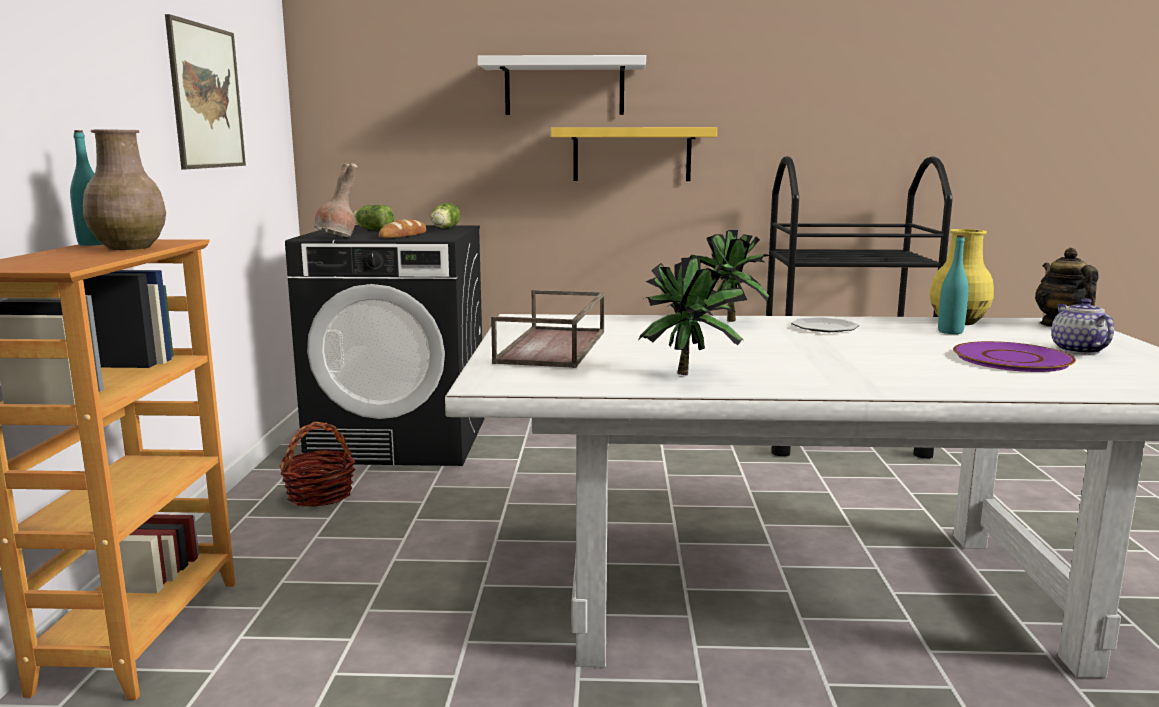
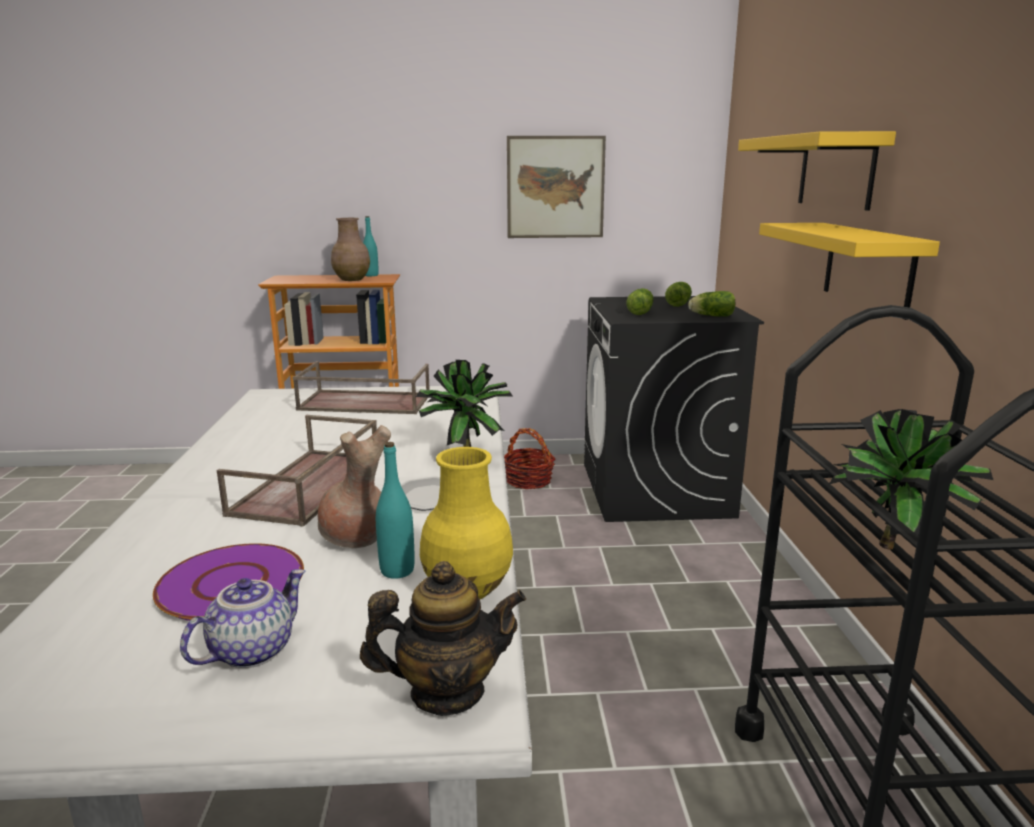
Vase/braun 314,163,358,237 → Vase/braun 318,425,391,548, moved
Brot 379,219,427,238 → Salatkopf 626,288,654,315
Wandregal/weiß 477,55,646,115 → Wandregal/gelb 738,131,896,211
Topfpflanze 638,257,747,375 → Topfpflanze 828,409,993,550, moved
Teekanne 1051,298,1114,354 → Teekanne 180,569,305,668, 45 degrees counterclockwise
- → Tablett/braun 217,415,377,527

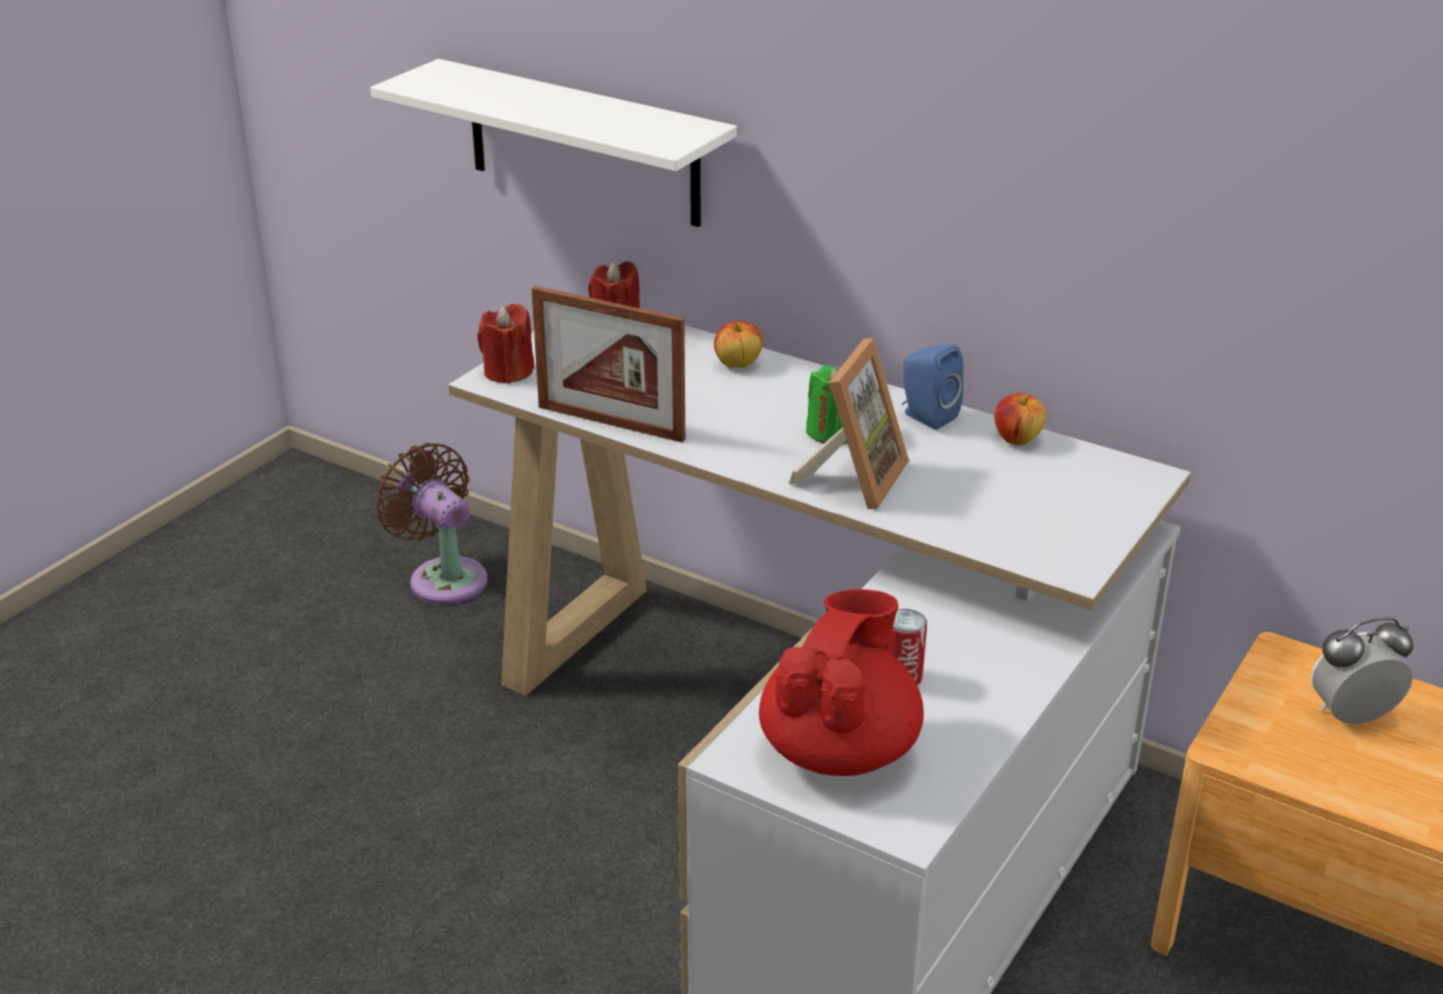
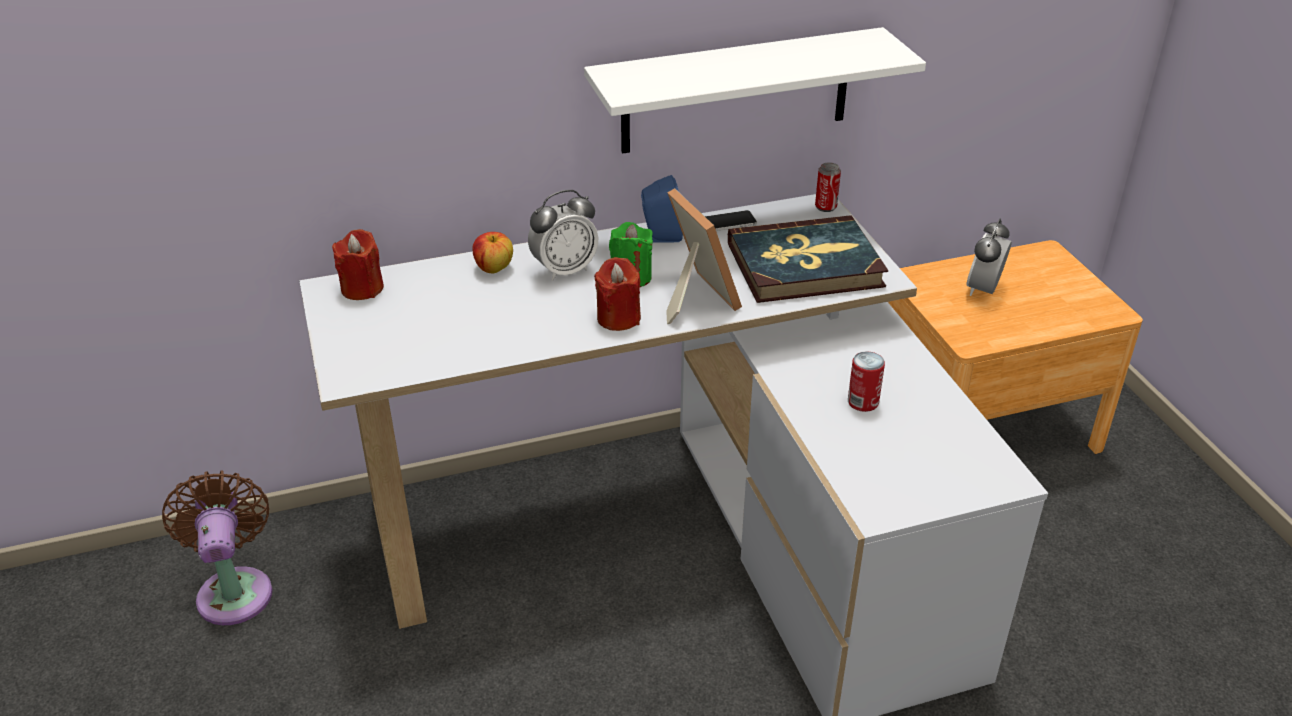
Wandregal/weiß 370,59,737,227 → Wandregal/weiß 584,27,926,154, moved
Ventilator/braun 375,443,488,605 → Ventilator/braun 162,471,273,625, 75 degrees clockwise
Kerze/rot 477,304,534,384 → Kerze/rot 594,257,641,331, moved
Bilderrahmen 532,286,685,442 → -
Teekanne/rot 759,589,924,776 → -
Apfel 995,393,1046,445 → Handy 705,210,757,231
- → Wecker 528,190,599,281
- → Buch 728,215,888,303
- → Dose 815,162,841,212

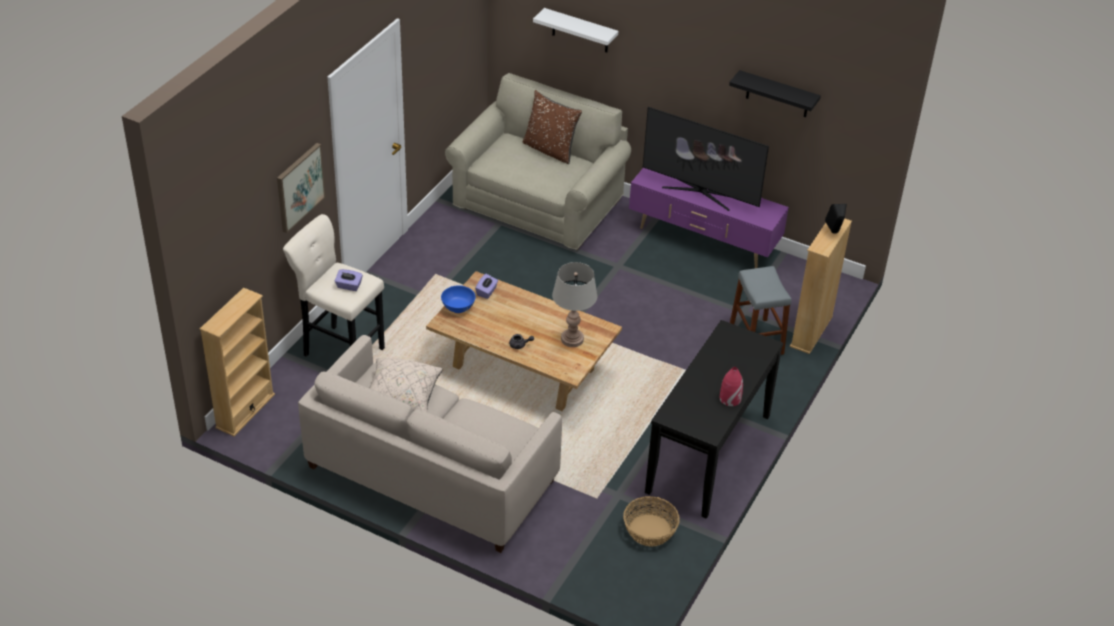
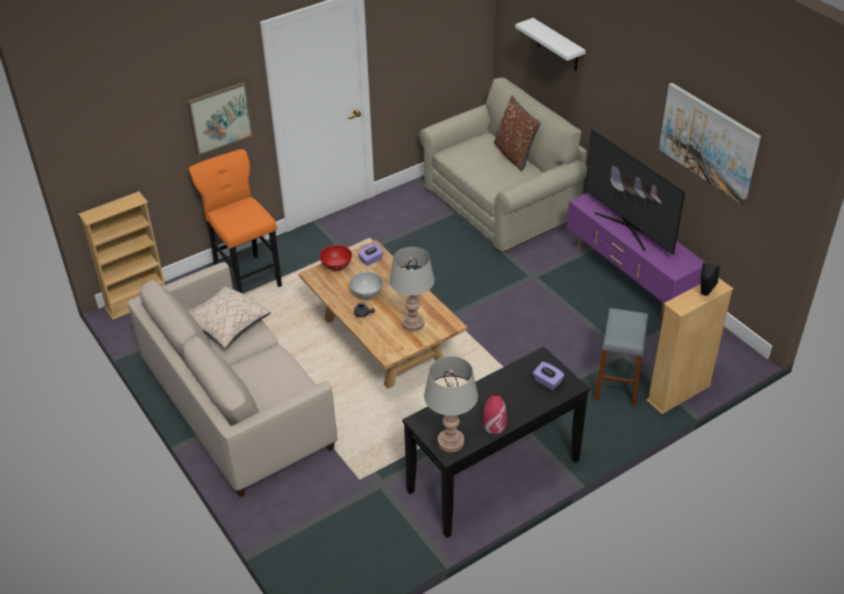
Hocker/beige 283,214,385,357 → Hocker/orange 189,149,282,294
Taschentuchbox/lila 335,269,363,291 → Taschentuchbox/lila 533,361,564,390, moved
Schüssel/blau 441,285,475,313 → Schüssel/rot 319,245,352,271
Korb 623,496,680,547 → -
Wandregal/schwarz 729,70,821,117 → Bild 659,83,761,205
- → Schüssel/weiß 349,272,383,299
- → Tischlampe/grau 424,356,478,452

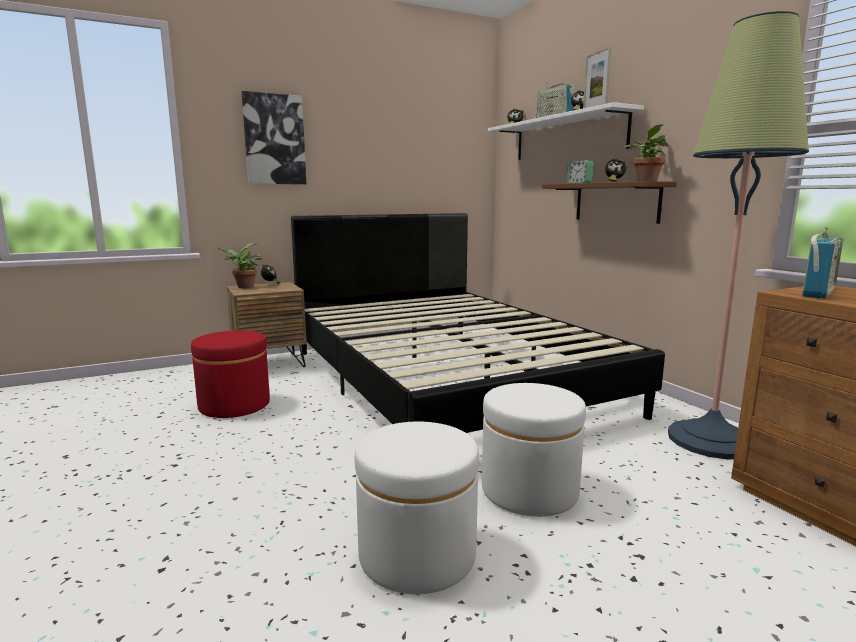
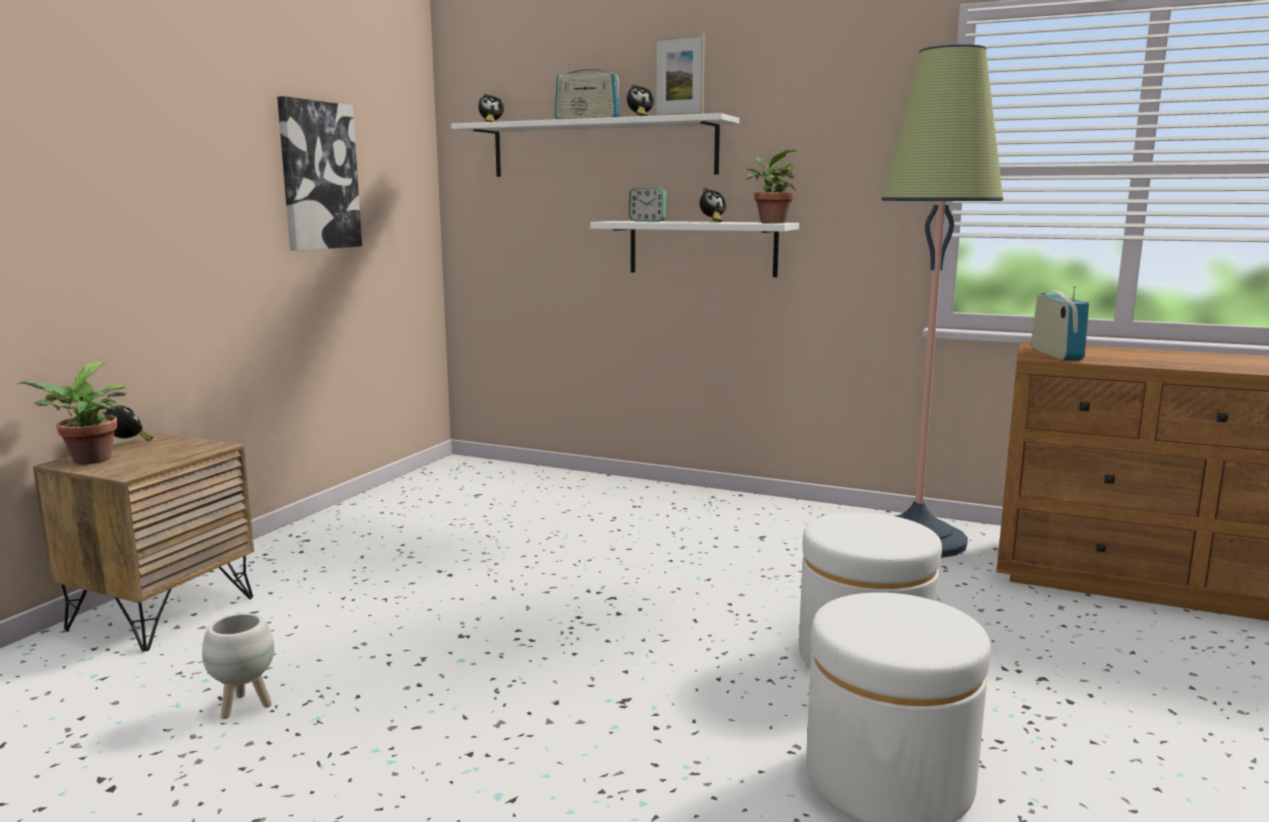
Polsterhocker/rot 191,330,270,418 → Pflanzkübel/weiß 202,613,274,719
Bild 242,91,306,184 → Bild 277,96,362,251, moved
Bett/schwarz 291,213,665,433 → -
Wandregal/braun 542,181,677,224 → Wandregal/weiß 590,221,799,277

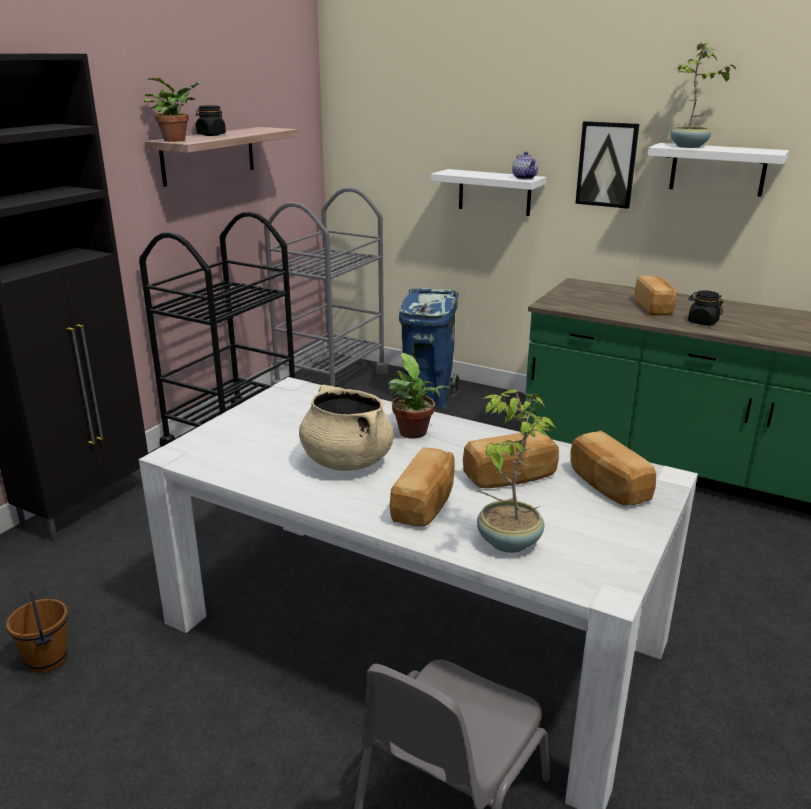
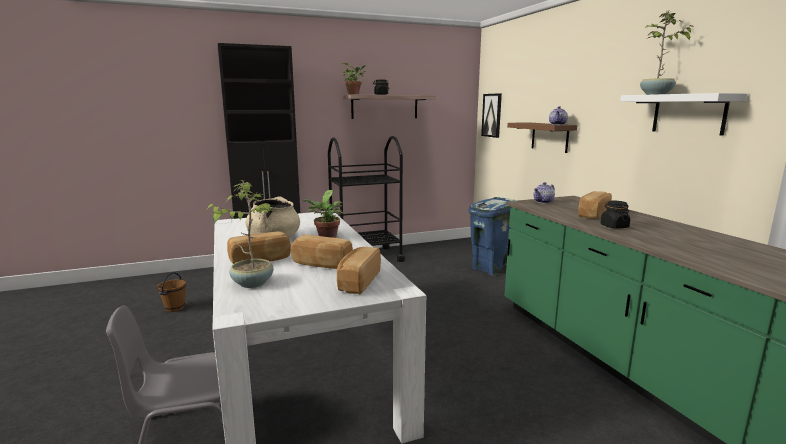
Rollwagen/grau 264,187,388,387 → -
Wandregal/weiß 431,169,546,216 → Wandregal/braun 507,122,577,153
Bild 575,121,640,209 → Bild 481,93,502,138, moved
- → Teekanne 533,182,555,204

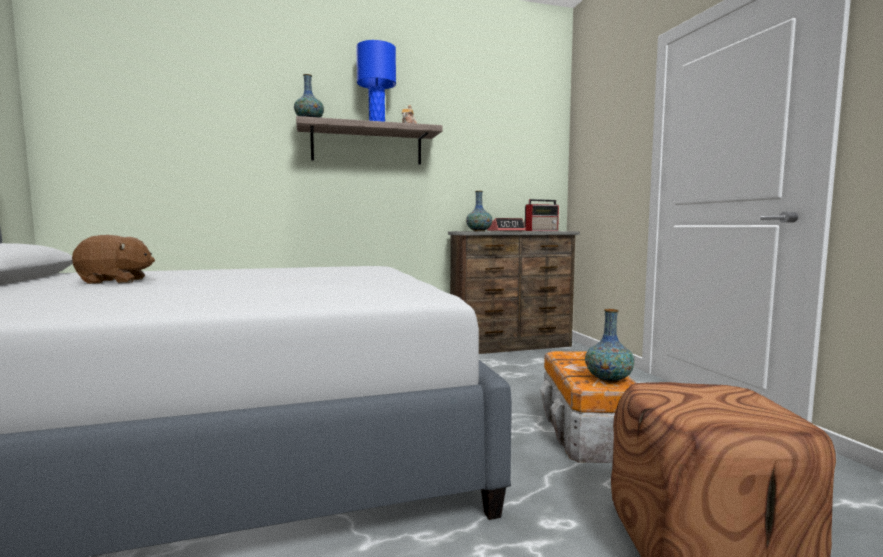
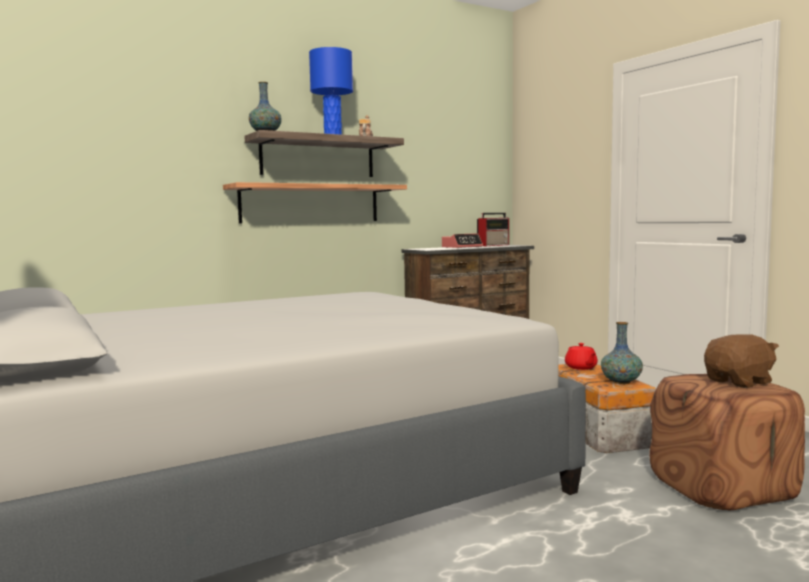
Plüschtier/braun 72,235,155,284 → Plüschtier/braun 704,334,779,388, moved
Vase 466,191,492,231 → -
- → Wandregal 223,182,407,223
- → Teekanne/rot 565,343,598,370

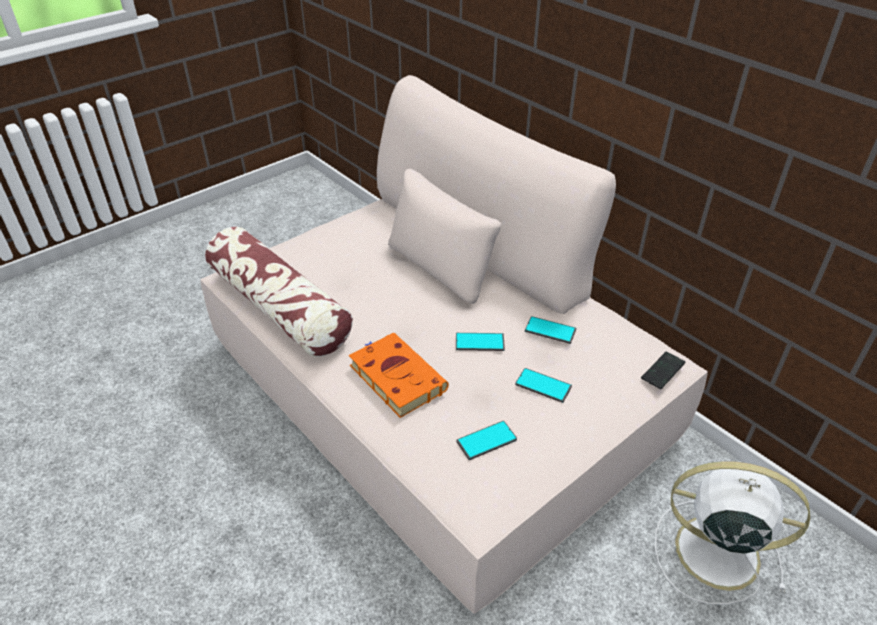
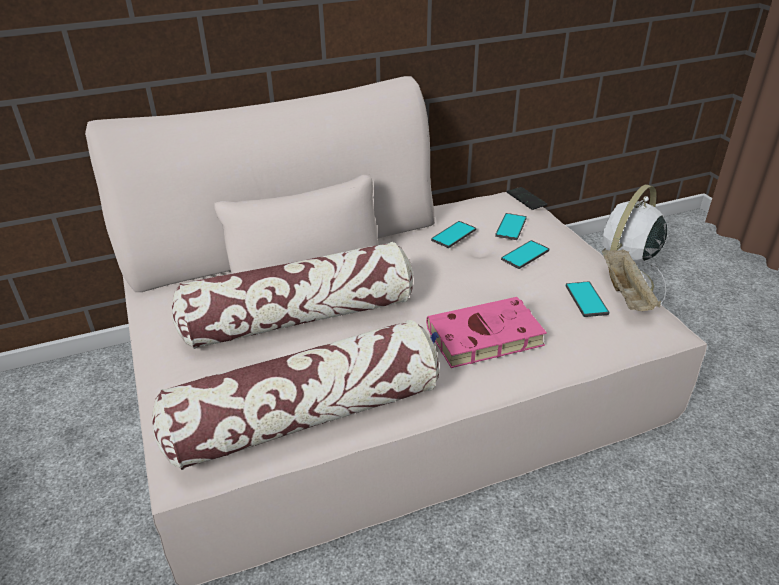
Buch/orange 349,333,449,418 → Buch/rosa 426,297,547,368
Handy 456,333,505,351 → Handy 495,213,527,240, moved
- → Kissen 172,242,413,349
- → Tablett/beige 602,248,661,311

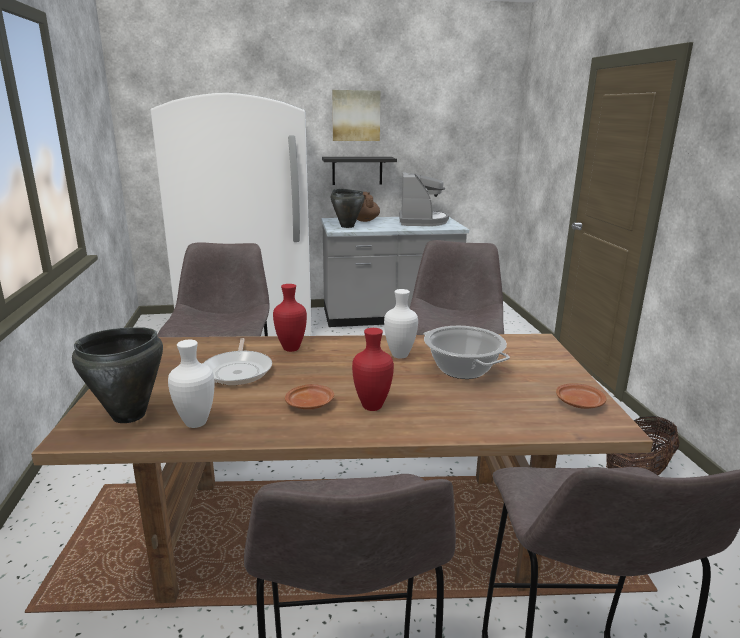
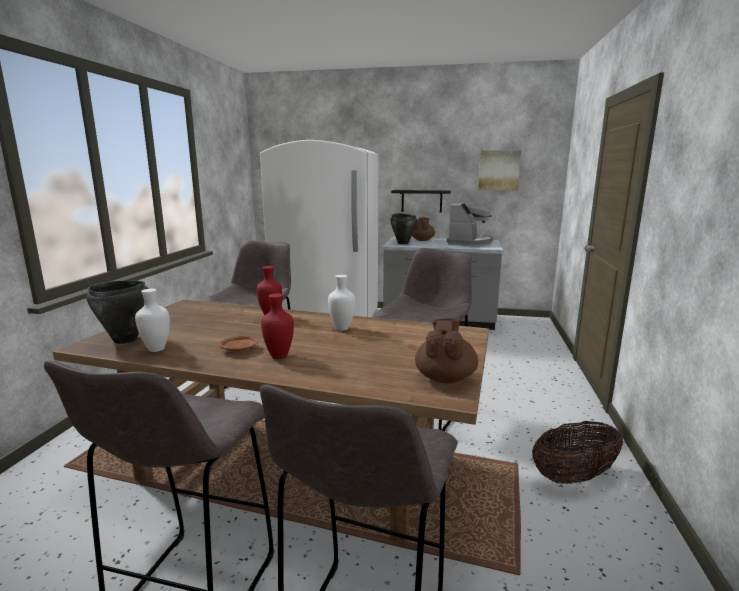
Pfanne 203,338,272,385 → -
Bild 332,90,381,141 → Bild 478,150,521,191, moved
Kochtopf 424,326,510,379 → -
Teller/braun 556,383,606,409 → Teekanne/braun 415,318,478,383

